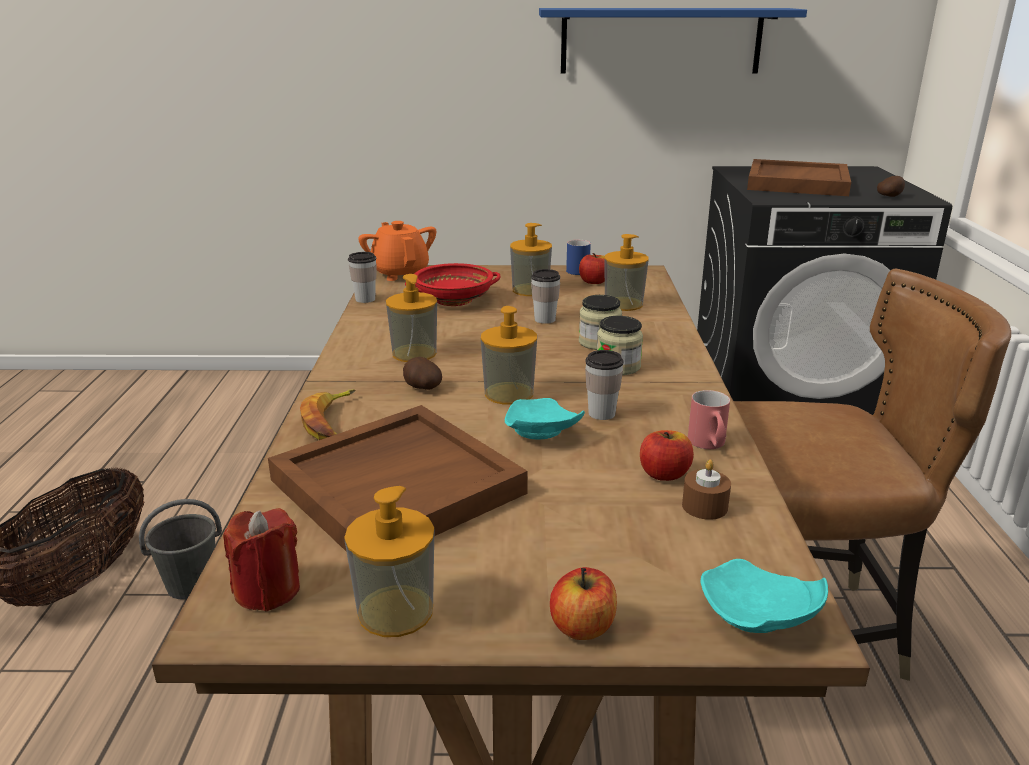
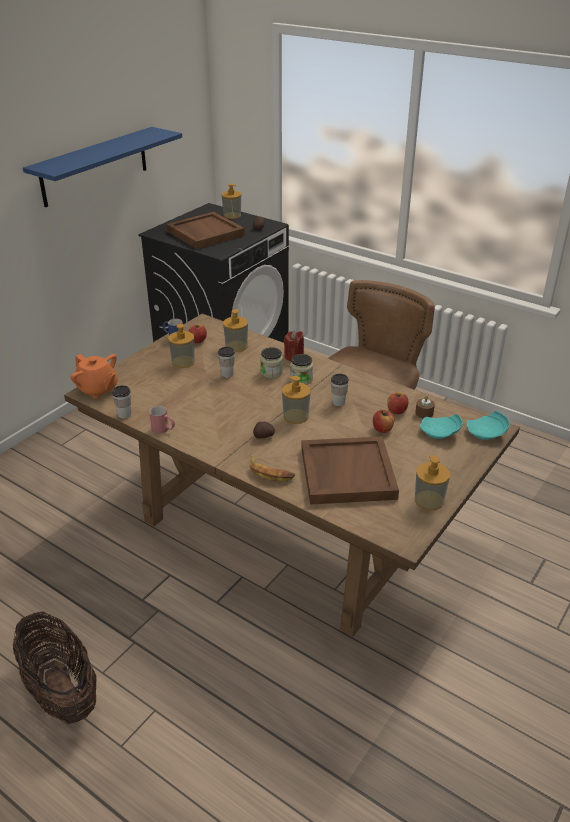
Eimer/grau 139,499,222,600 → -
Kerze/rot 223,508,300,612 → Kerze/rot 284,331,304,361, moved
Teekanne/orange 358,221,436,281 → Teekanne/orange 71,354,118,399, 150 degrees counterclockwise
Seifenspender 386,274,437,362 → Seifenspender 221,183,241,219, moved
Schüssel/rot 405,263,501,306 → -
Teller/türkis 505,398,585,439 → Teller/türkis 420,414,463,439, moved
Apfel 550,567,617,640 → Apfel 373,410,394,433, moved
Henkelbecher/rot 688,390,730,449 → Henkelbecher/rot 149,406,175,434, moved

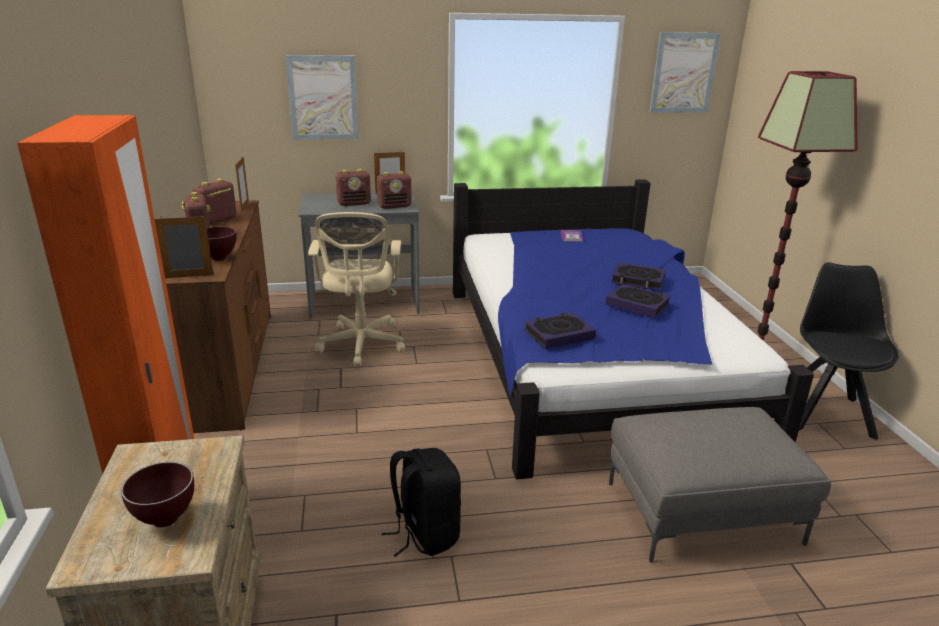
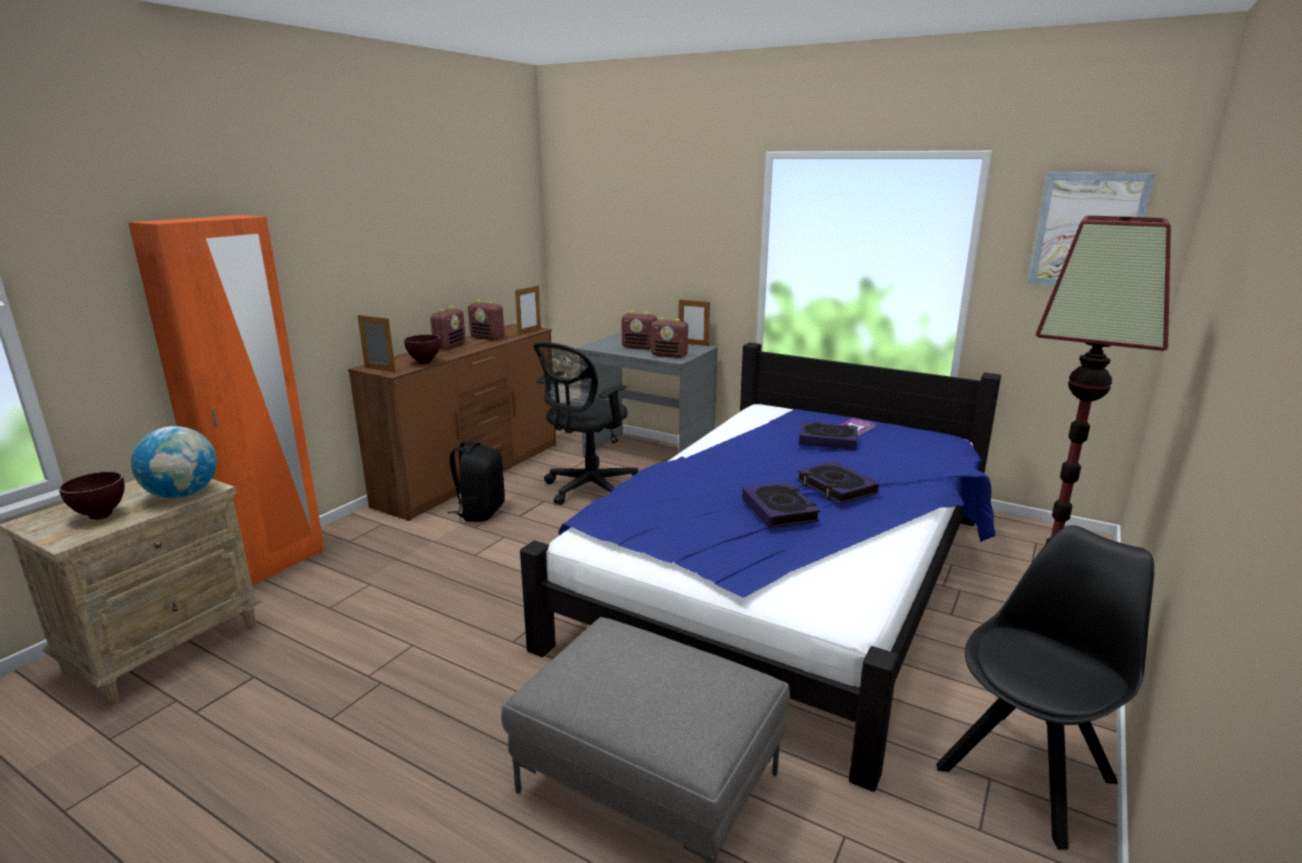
Radio 193,179,237,224 → Radio 468,300,504,340, 135 degrees counterclockwise
Bild 285,55,359,140 → -
Bürostuhl/beige 308,212,405,366 → Bürostuhl/schwarz 533,342,638,505
Rucksack/schwarz 382,448,461,557 → Rucksack/schwarz 448,440,505,522, moved
Buch 524,313,596,349 → Buch 799,422,858,450, moved
- → Globus 131,426,217,498

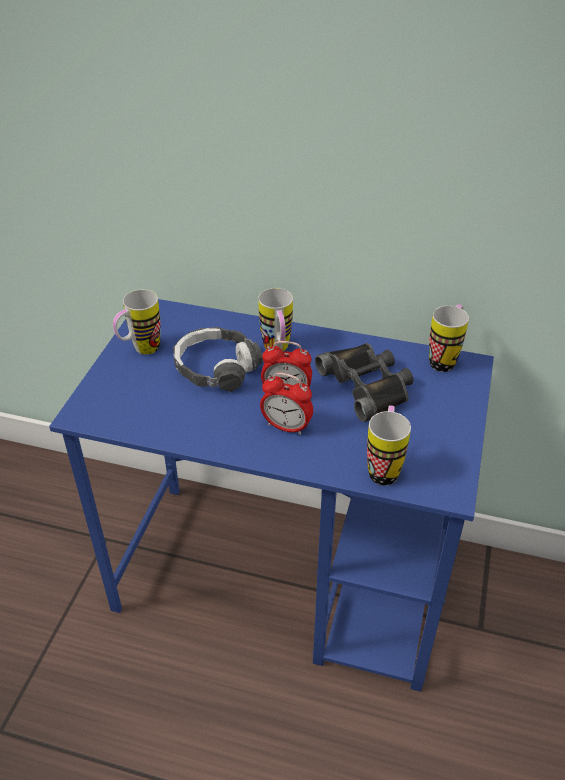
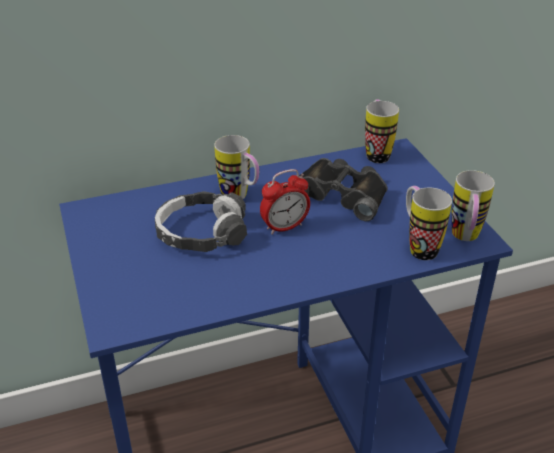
Henkelbecher 113,290,161,355 → Henkelbecher 451,170,495,241, moved
Wecker 260,372,313,435 → -

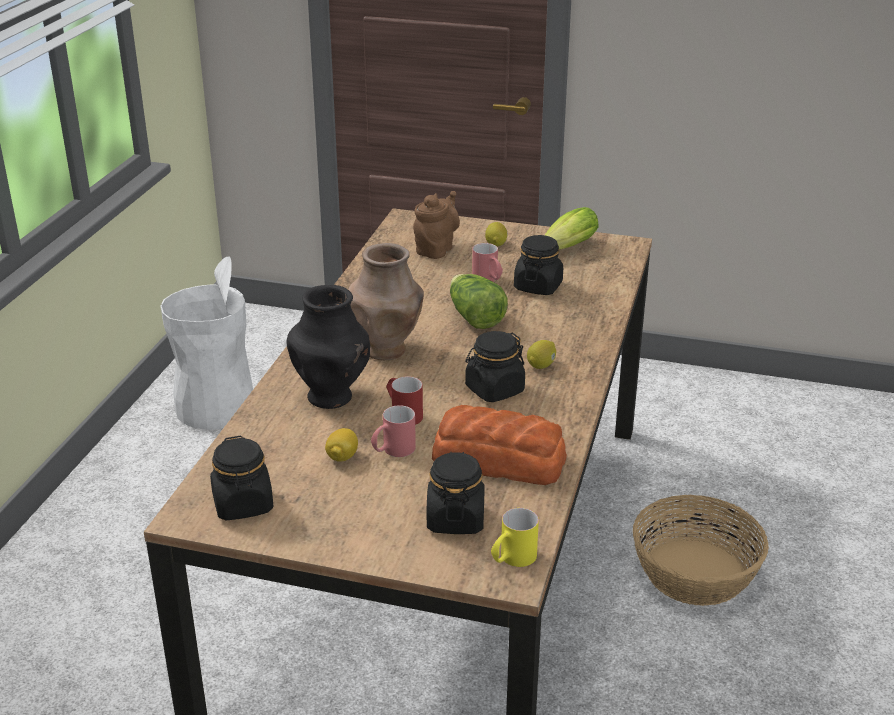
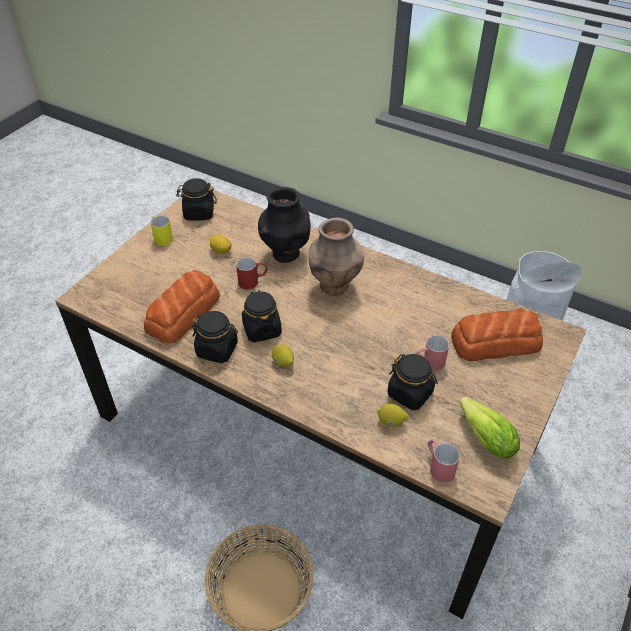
Henkelbecher/rot 371,405,416,457 → Henkelbecher/rot 427,439,460,482, moved
Teekanne/braun 413,191,460,259 → Brot 451,309,543,361
Vorratsglas/schwarz 427,452,485,534 → Vorratsglas/schwarz 192,311,238,363, moved
Salatkopf 450,274,508,329 → -
Zitrone 485,222,508,246 → Zitrone 377,404,408,427, moved
Henkelbecher/gelb 491,508,539,567 → Henkelbecher/gelb 150,216,173,246, moved

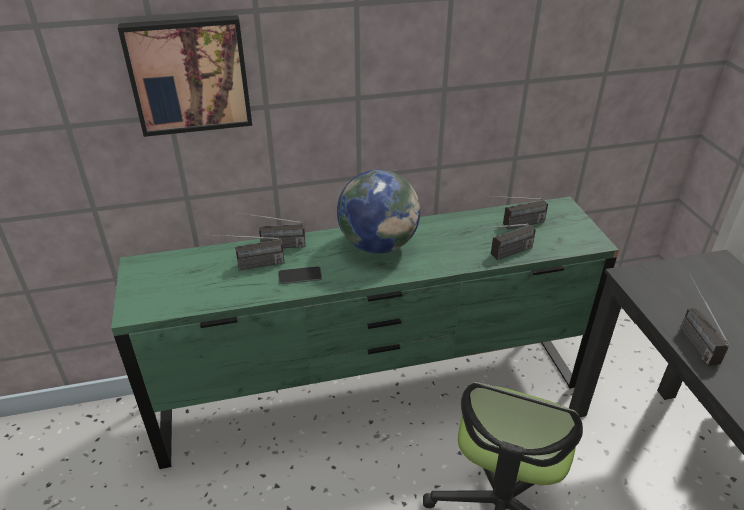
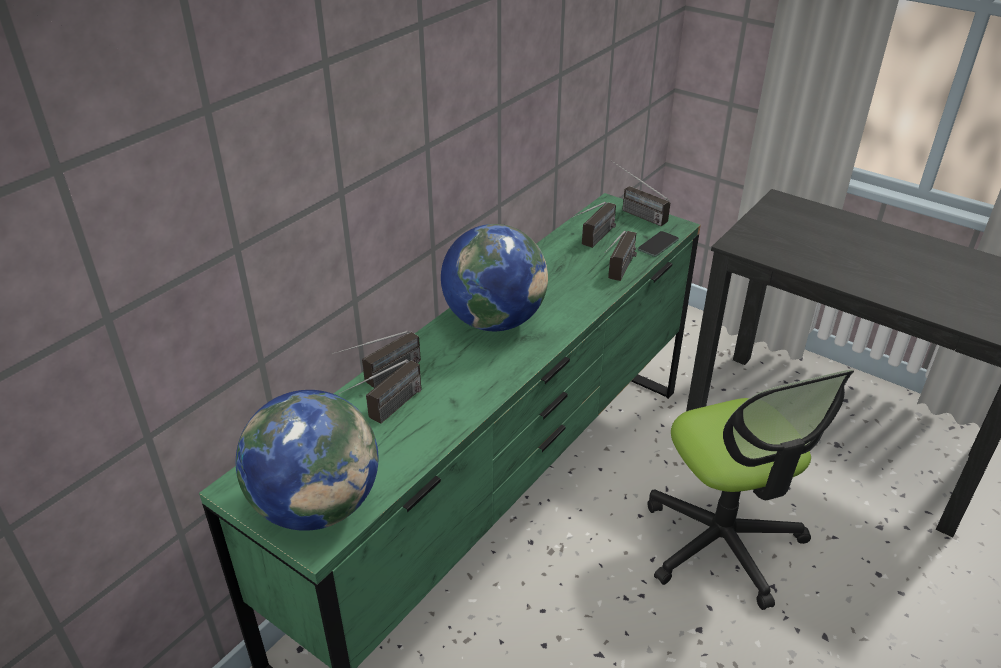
Bild 118,15,252,137 → -
Handy 278,266,322,284 → Handy 638,231,679,257, moved
Radio 680,274,729,366 → Radio 611,160,671,226, moved
- → Globus 236,390,378,531

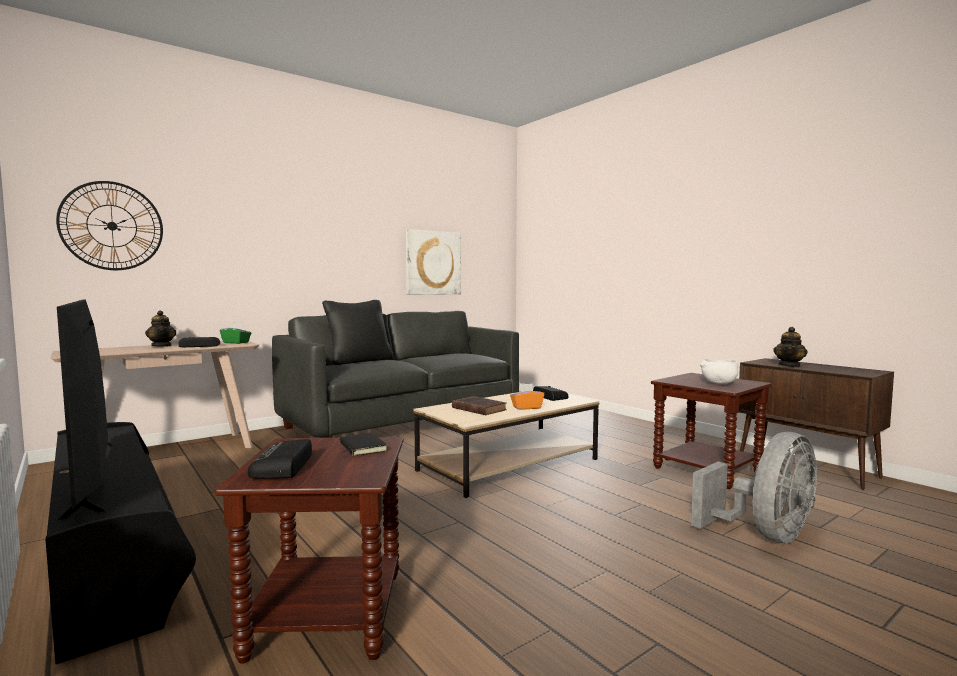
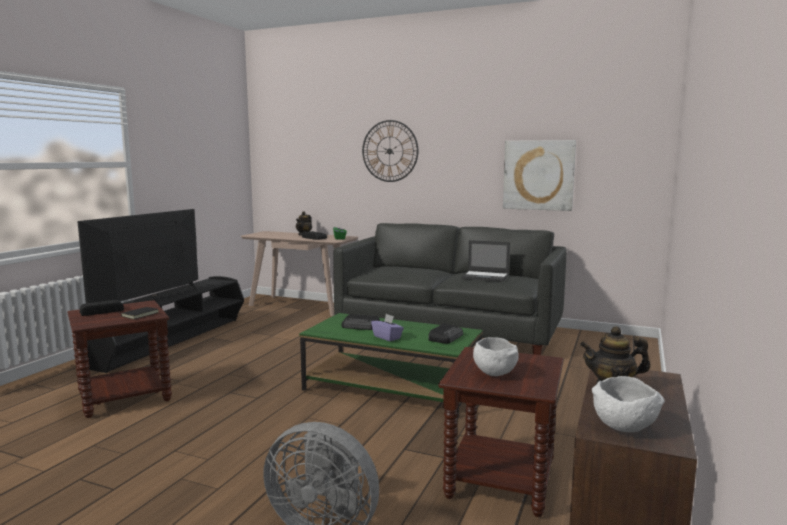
Wanduhr 56,181,163,270 → Wanduhr 362,120,418,182, moved
Kissen/schwarz 322,300,393,365 → -
Couchtisch/beige 414,390,599,498 → Couchtisch/grün 299,313,483,419
Buch/braun 452,396,507,415 → Radio 342,314,380,330
Taschentuchbox/orange 510,383,544,410 → Taschentuchbox/lila 371,314,404,341
- → Laptop 461,240,510,282
- → Schüssel/weiß 592,376,665,432

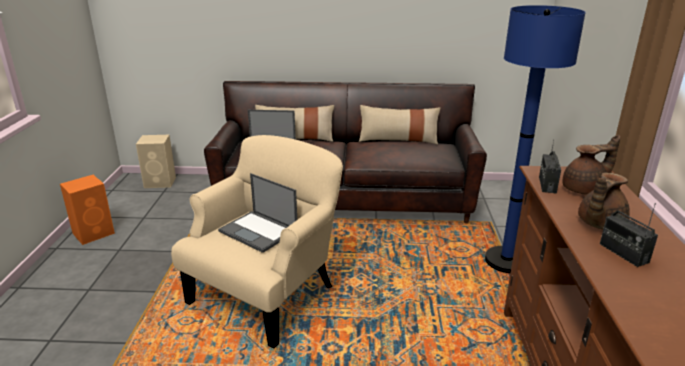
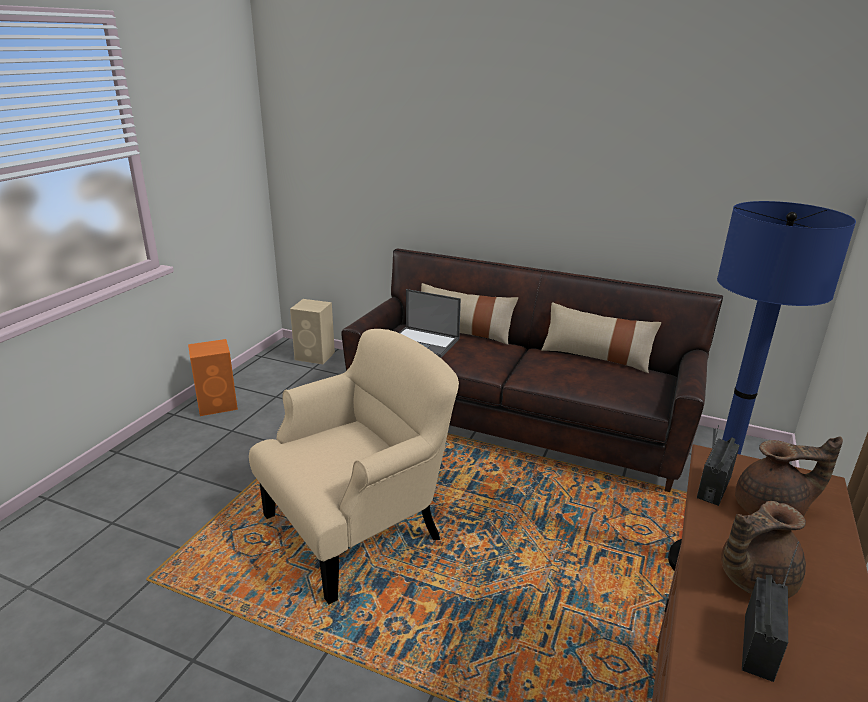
Laptop 218,173,297,253 → -
Radio 600,203,658,267 → Radio 742,541,799,682, 150 degrees counterclockwise

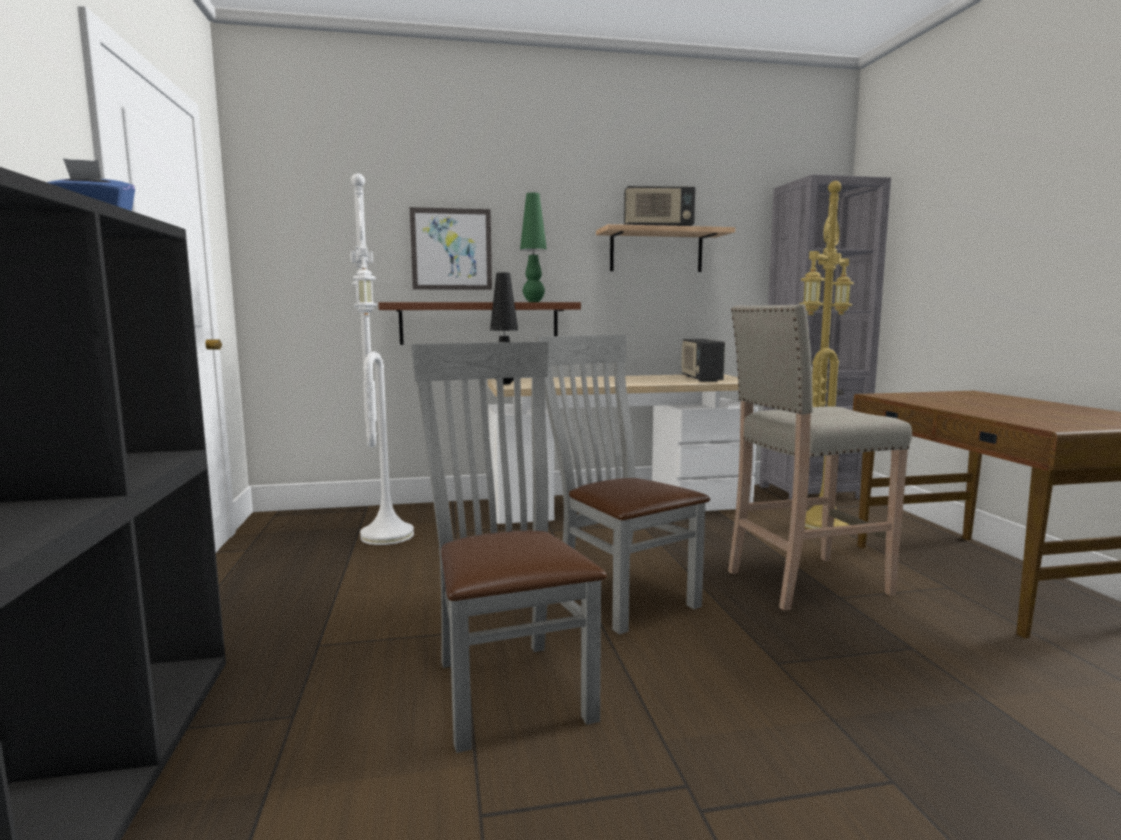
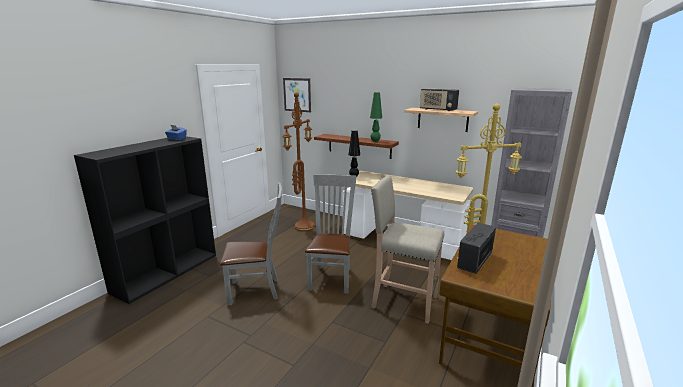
Stehlampe/weiß 350,173,414,545 → Stehlampe/braun 282,92,314,231
Bild 410,207,492,290 → Bild 283,78,311,112, moved
Stuhl/grau 410,342,607,753 → Stuhl/grau 220,182,282,306, 60 degrees clockwise
Radio 681,339,725,382 → Radio 457,223,496,274, moved

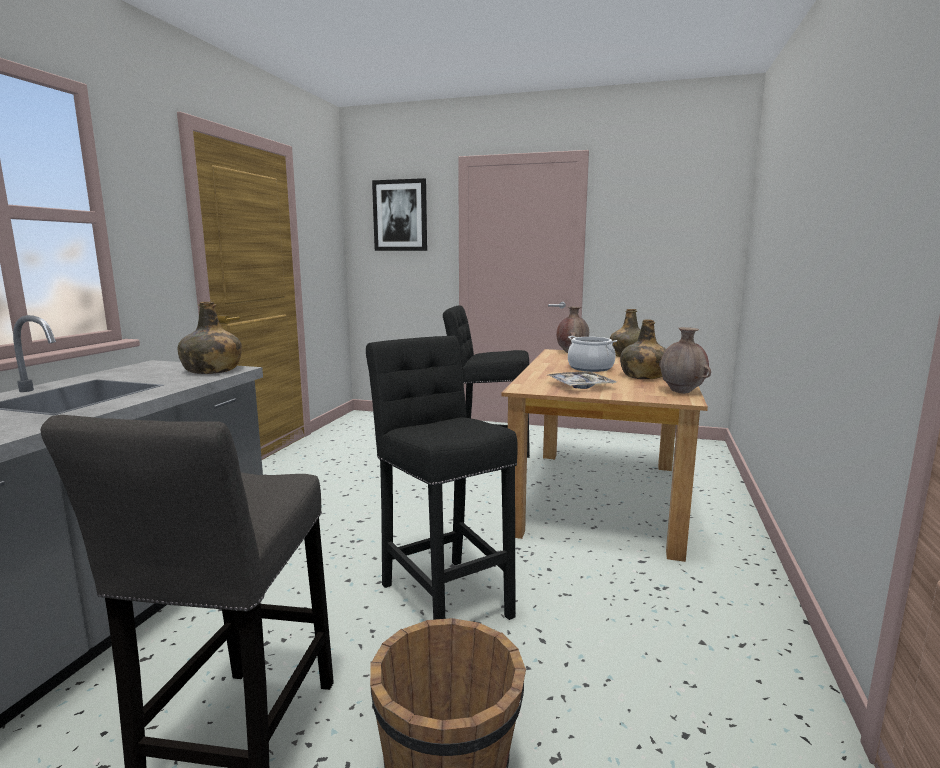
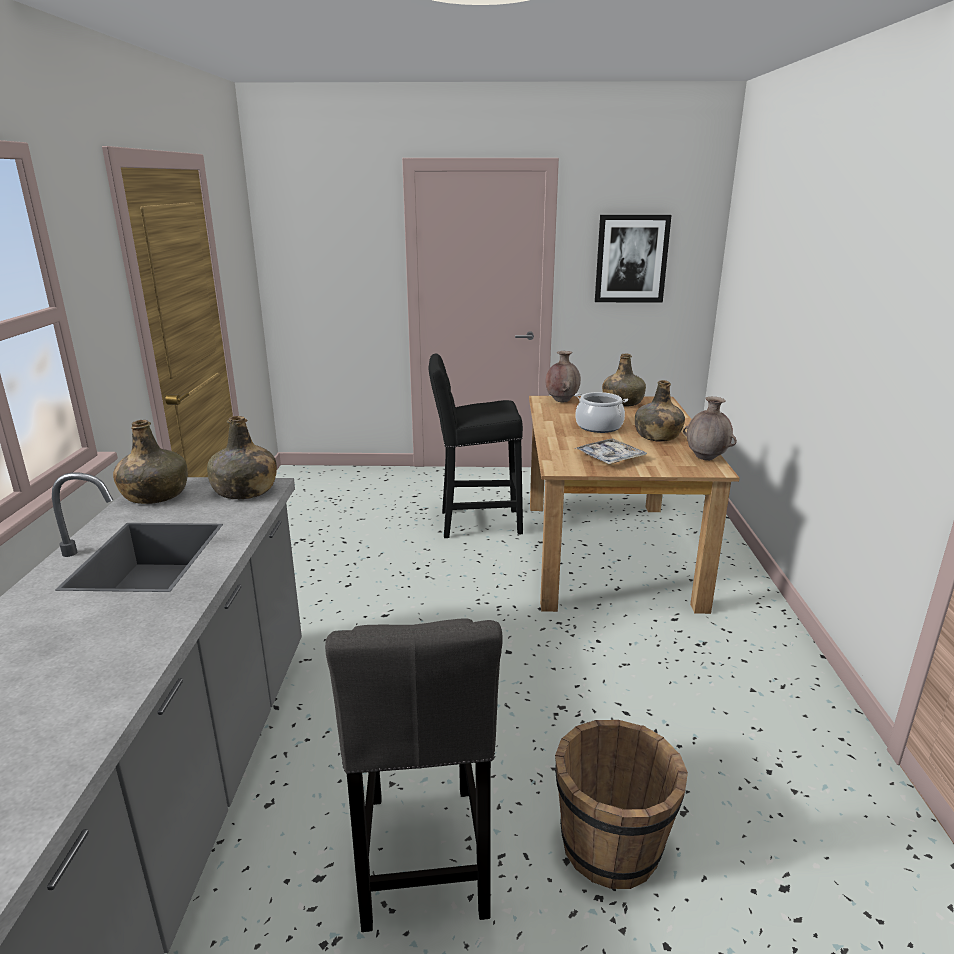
Hocker/schwarz 366,336,518,620 → -
Bild 372,178,427,251 → Bild 595,215,671,303, moved
- → Flasche/grün 113,420,188,504

